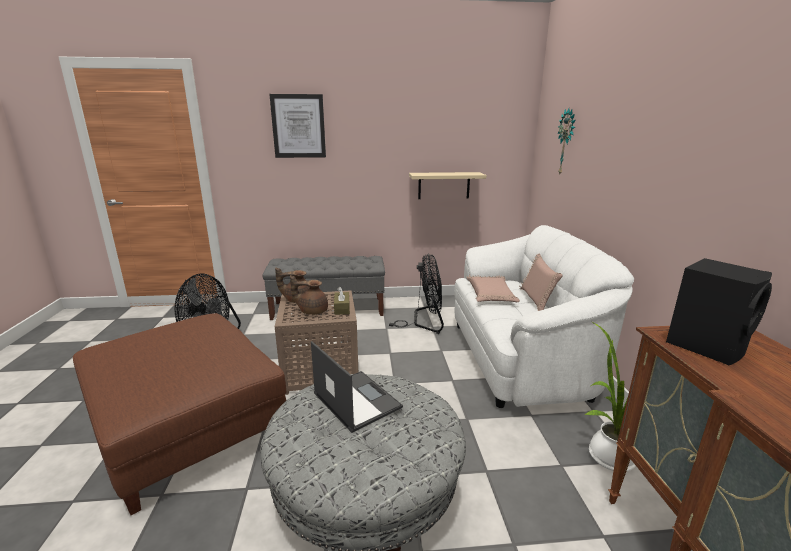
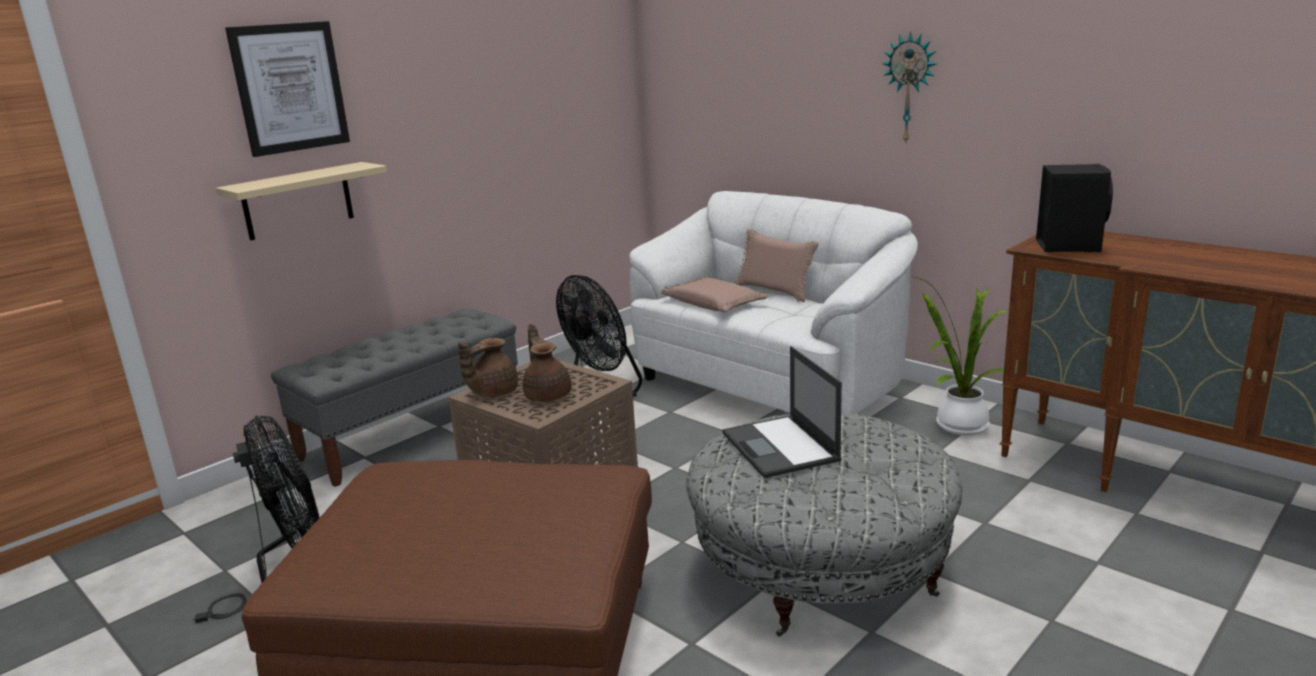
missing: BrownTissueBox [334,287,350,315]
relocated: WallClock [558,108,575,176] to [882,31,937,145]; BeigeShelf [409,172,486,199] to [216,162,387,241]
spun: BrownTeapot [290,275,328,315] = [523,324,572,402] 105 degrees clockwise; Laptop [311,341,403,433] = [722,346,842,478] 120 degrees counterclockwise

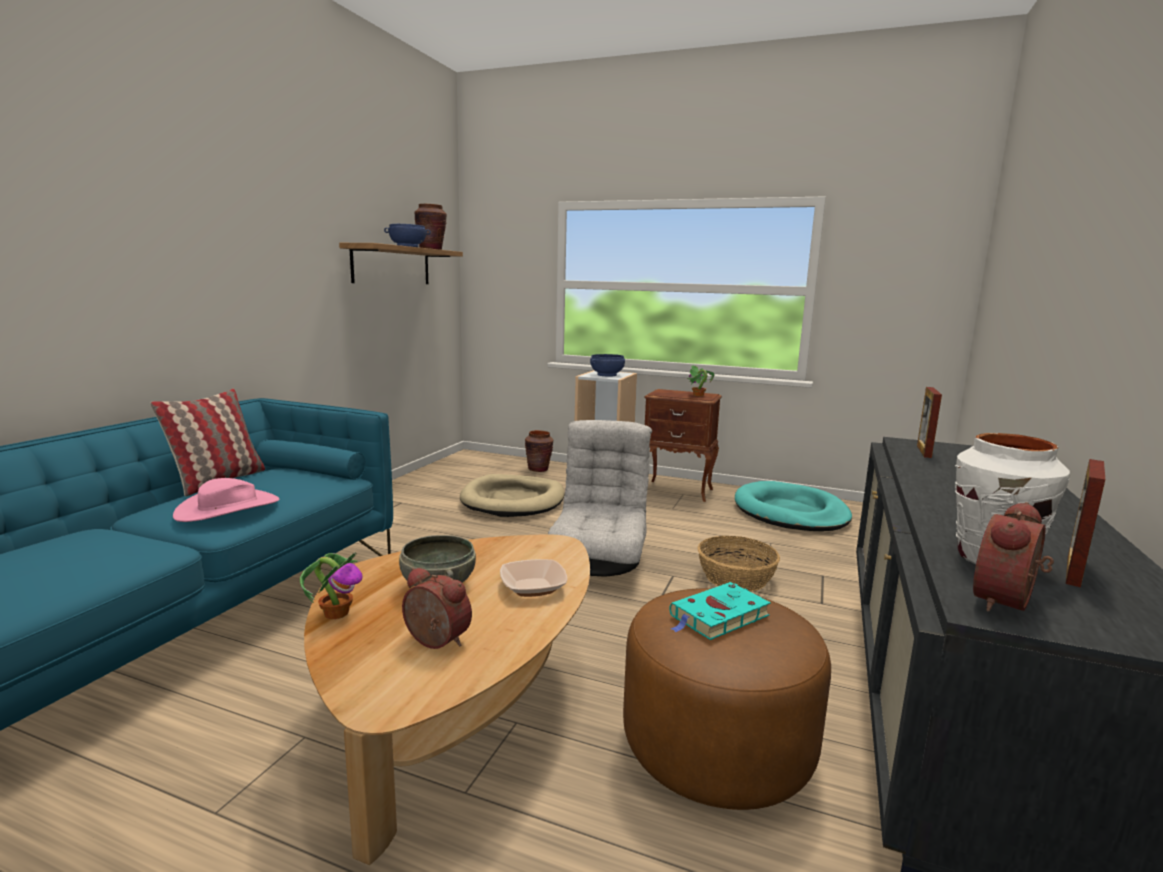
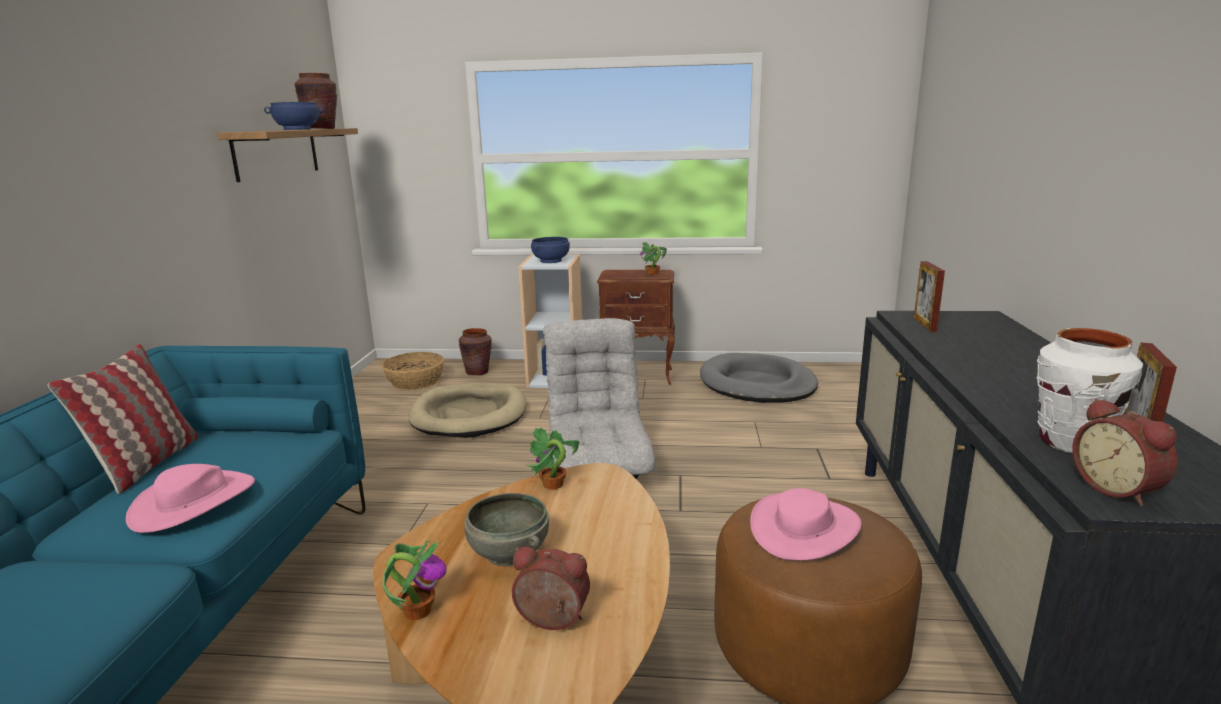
missing: Bowl [500,559,567,597]
appeared: PottedPlant [525,427,579,490]
relocated: Basket [697,536,780,592] to [382,352,444,390]
exchanged: TurquoiseBook [669,582,771,640] to PinkHat [750,488,861,561]
colour: TurquoiseDogBed [735,481,852,531] to GreyDogBed [700,353,818,403]
spun: AlarmClock [973,502,1054,612] = [1072,398,1177,506] 45 degrees counterclockwise

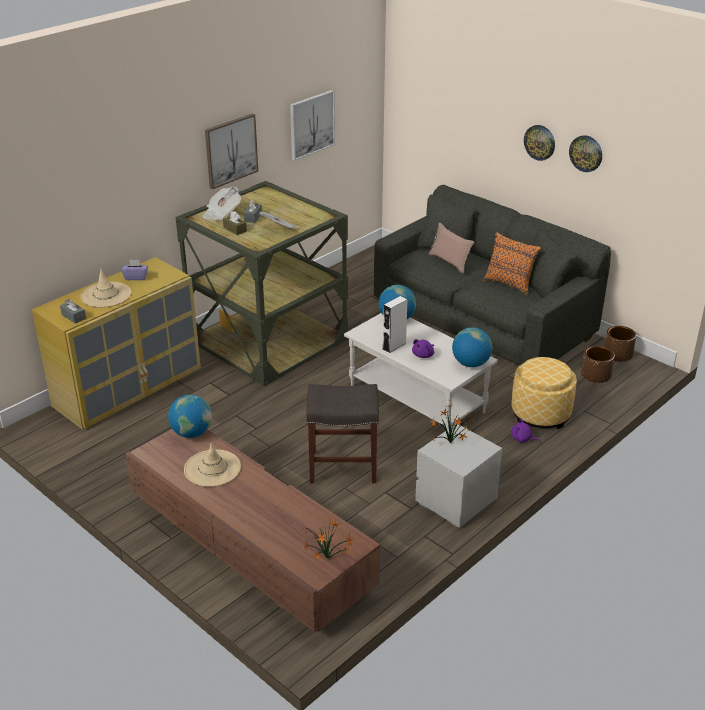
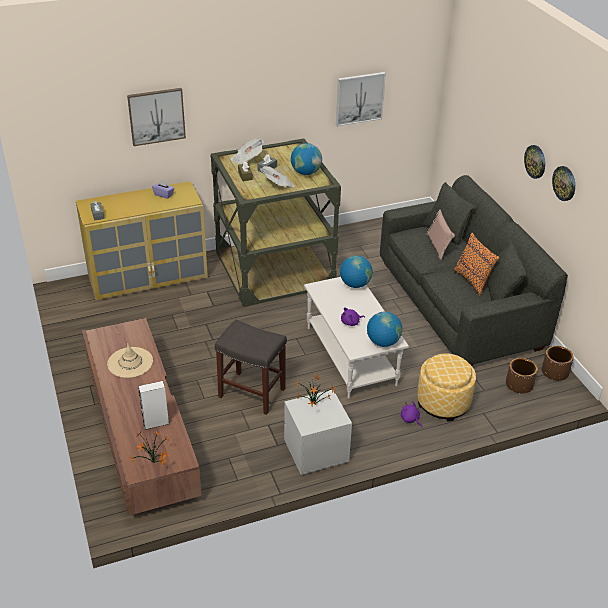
missing: BeigeHat [81,269,131,307]
relocated: Picture [205,114,258,189] to [127,88,186,146]; WhiteSpeaker [383,296,408,353] to [138,381,169,430]; Globe [168,395,212,438] to [291,143,322,175]

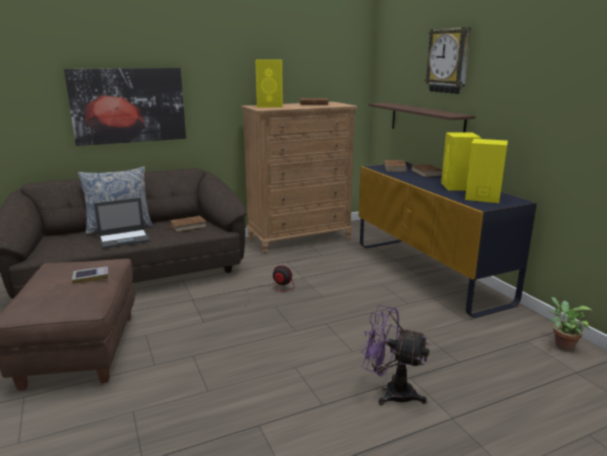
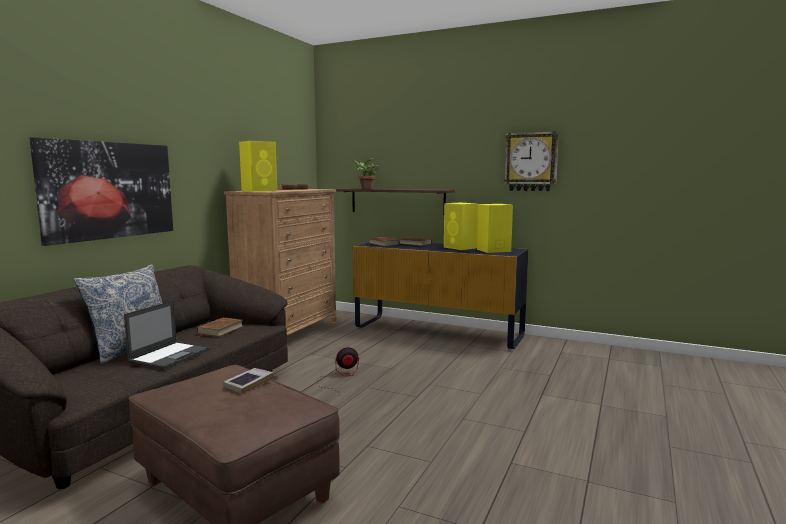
missing: PurpleFan [361,305,430,405]
relocated: WallClock [425,27,471,94] to [504,131,559,191]; PottedPlant [549,297,593,351] to [353,158,379,189]

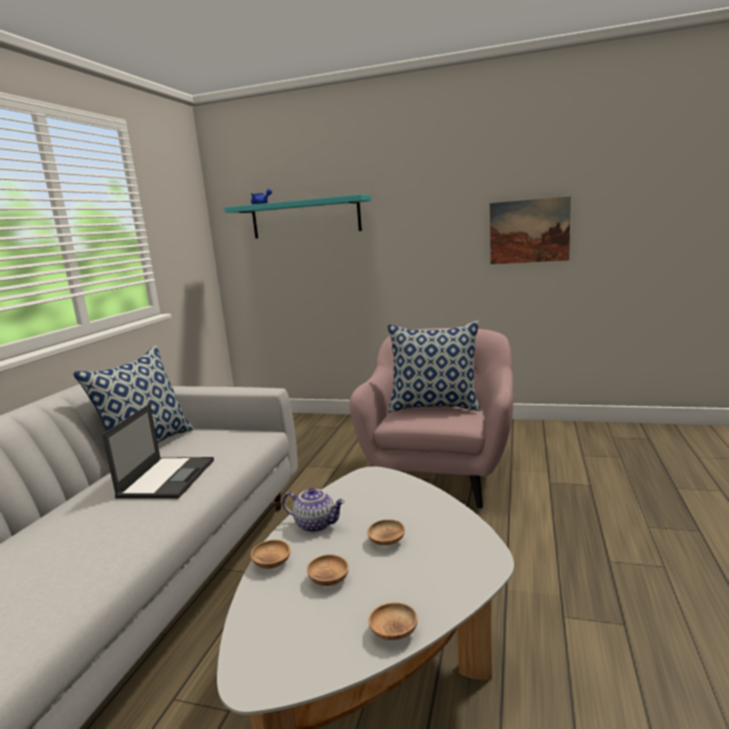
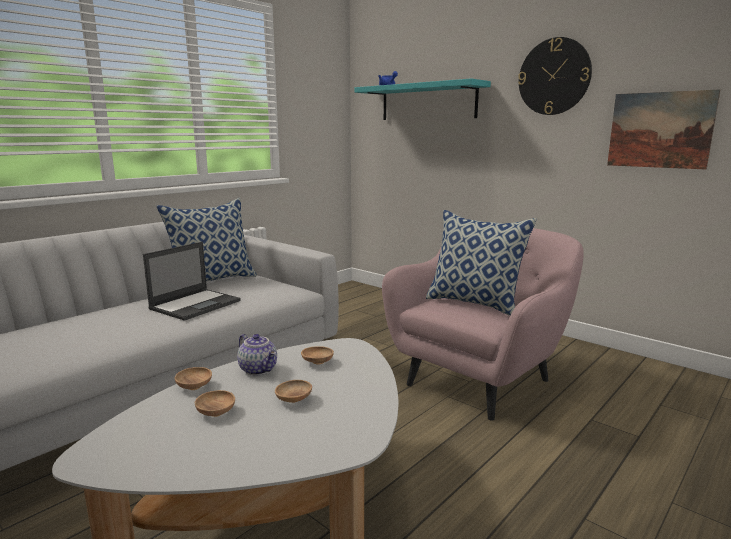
appeared: WallClock [518,37,592,115]
relocated: BrownBowl [368,602,418,640] to [301,346,334,364]

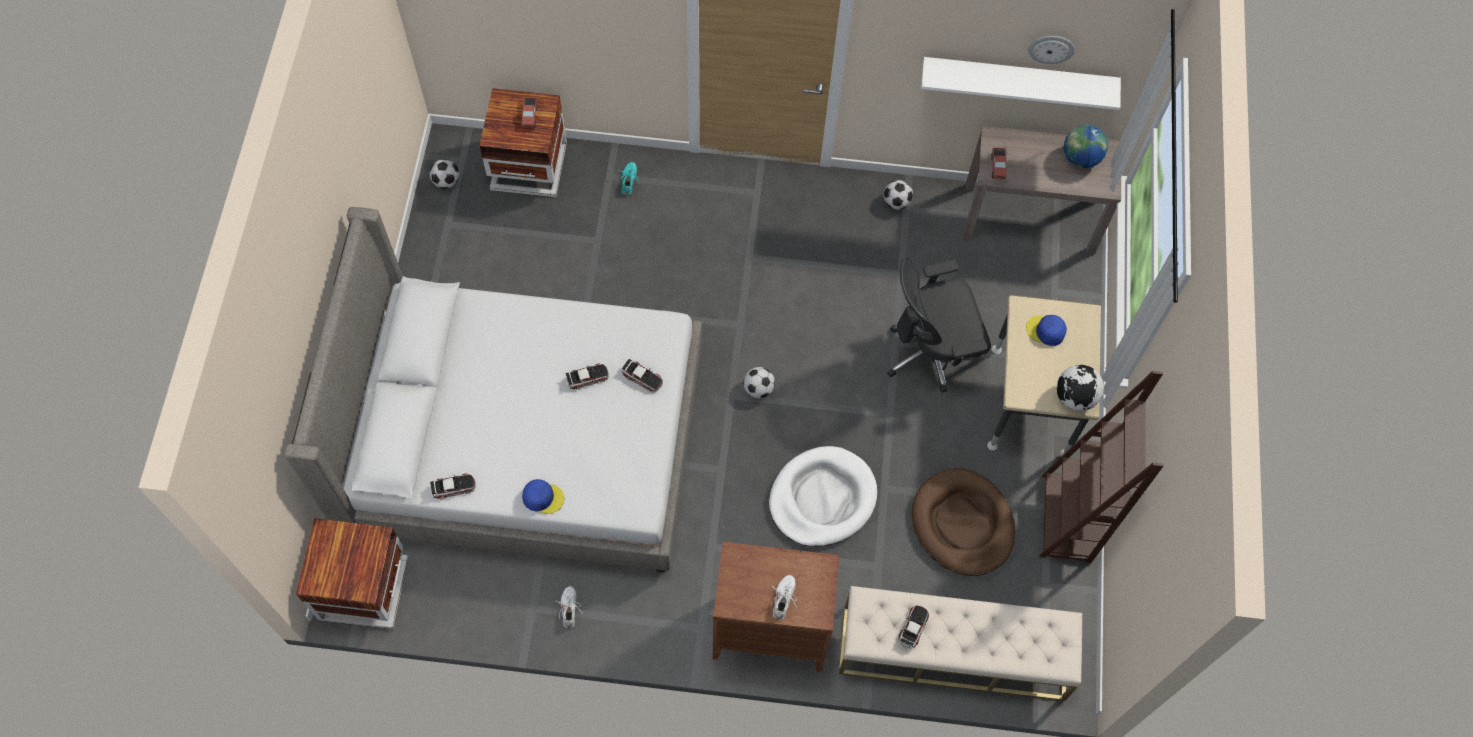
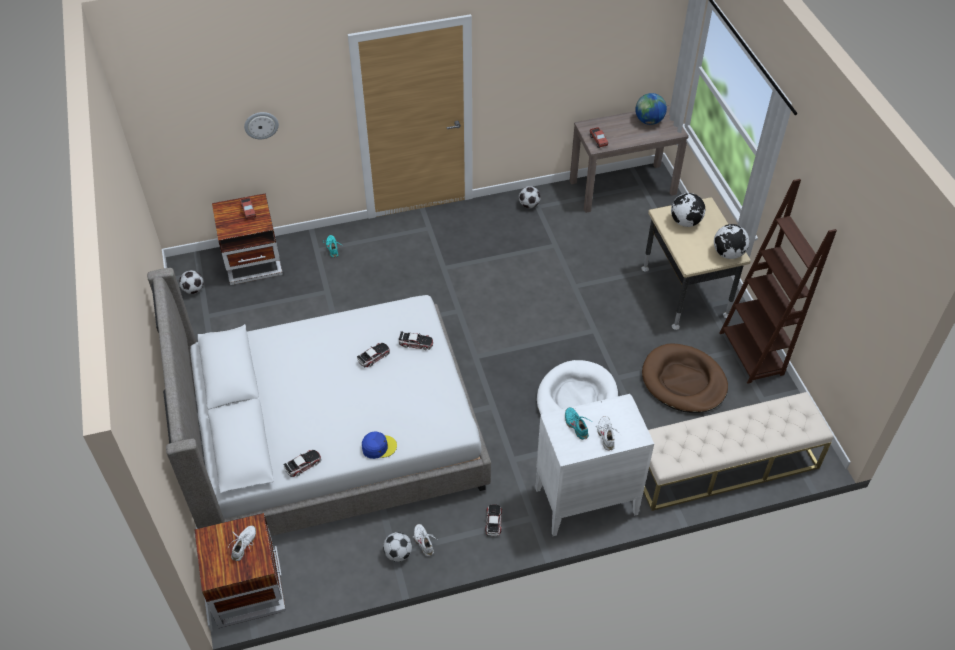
missing: WhiteShelf [921,57,1121,110]; OfficeChair [887,258,991,393]
appeared: TurquoiseShoe [565,407,589,440]; WhiteShoe [229,525,256,561]
relocated: WallClock [1028,36,1075,64] to [244,112,279,139]; Football [744,367,775,398] to [383,532,412,562]; ToyCar [898,606,929,649] to [485,504,502,536]
exchanged: BlueCap [1026,315,1067,346] to Globe [671,193,705,227]
colour: BrownDresser [713,542,839,672] to WhiteDresser [535,394,654,536]

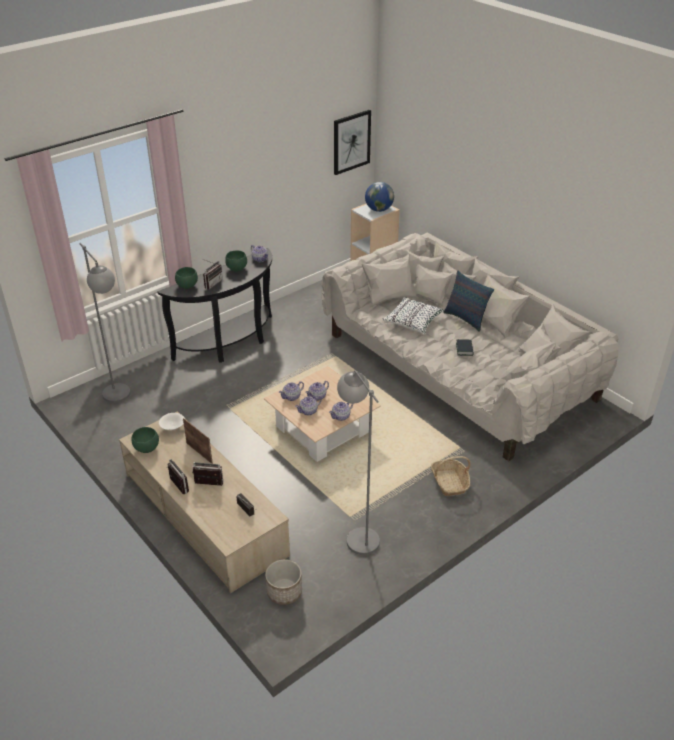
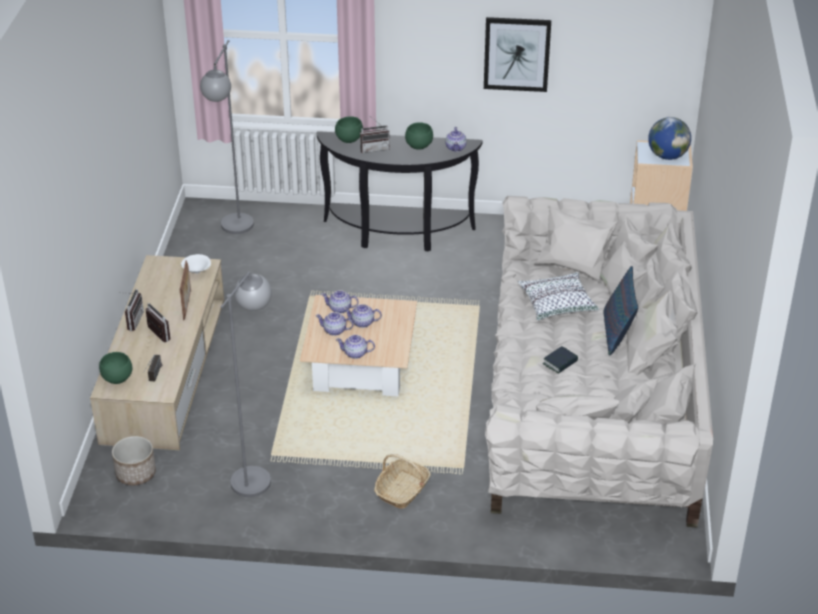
relocated: Picture [334,110,371,175] to [484,17,551,92]; GreenBowl [131,427,159,453] to [99,352,132,384]

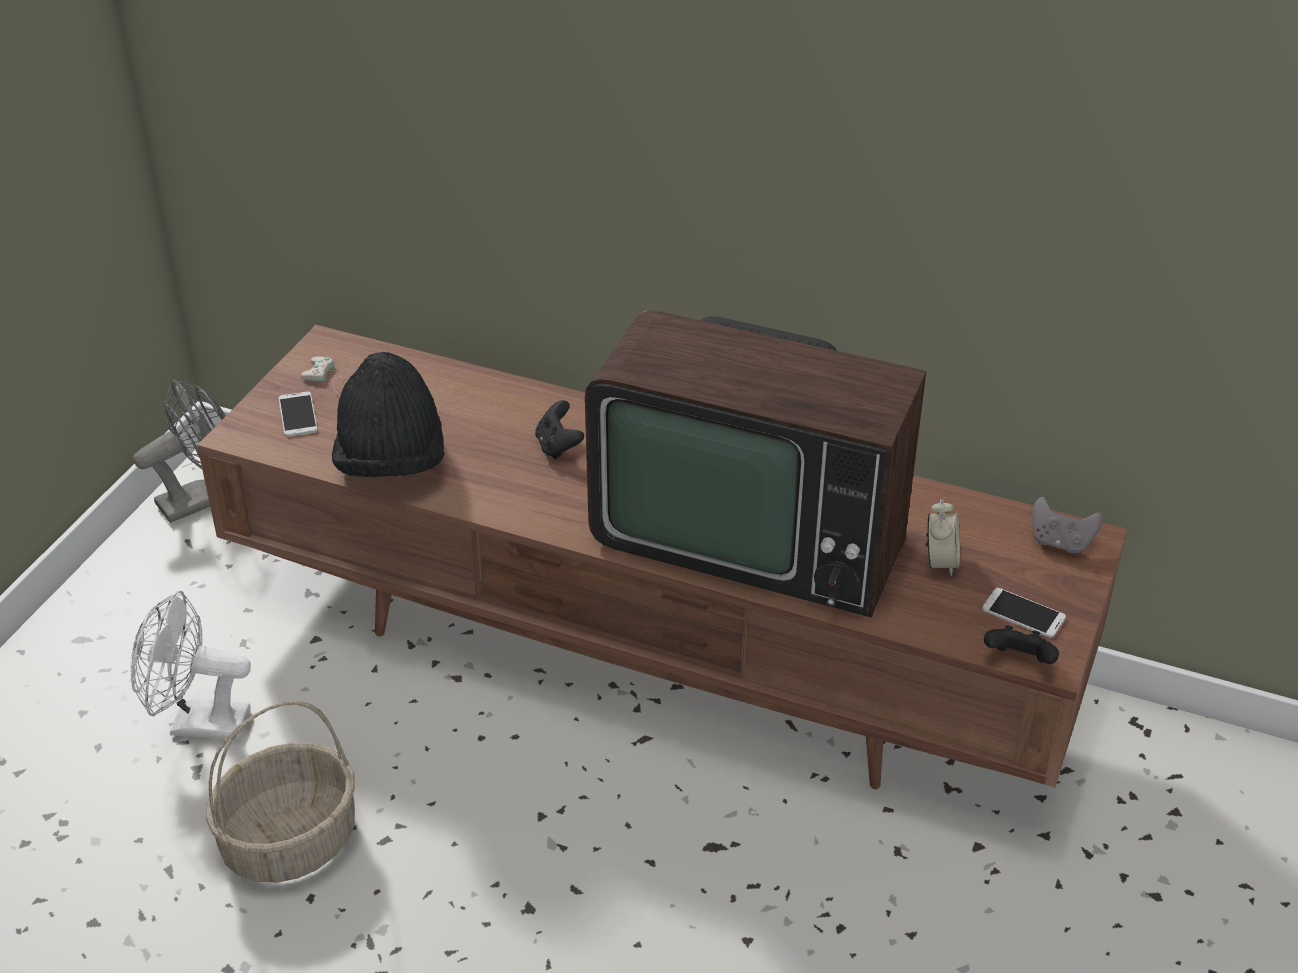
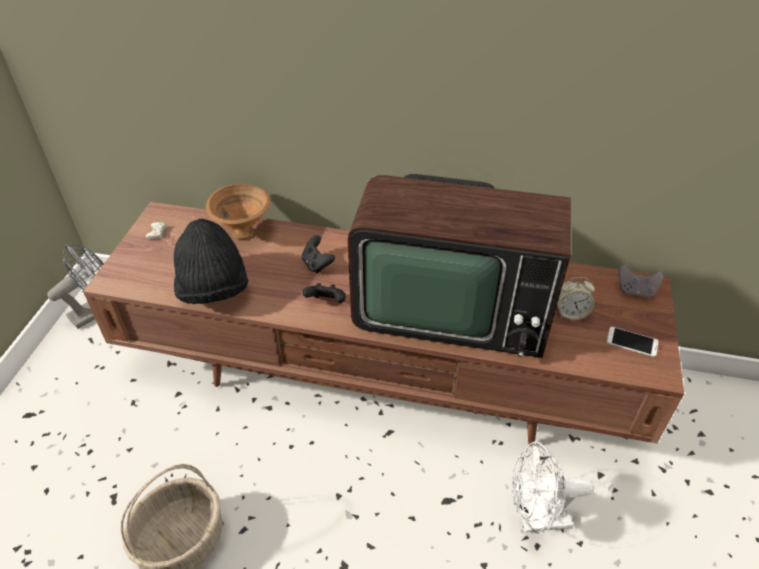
missing: Phone [279,391,318,437]
appeared: BrownBowl [206,184,271,239]
relocated: WhiteFan [130,591,251,740] to [512,441,593,534]; BlackGameController [984,625,1059,664] to [303,283,346,303]
spun: AlarmClock [926,499,960,576] = [557,277,595,320] 90 degrees clockwise

